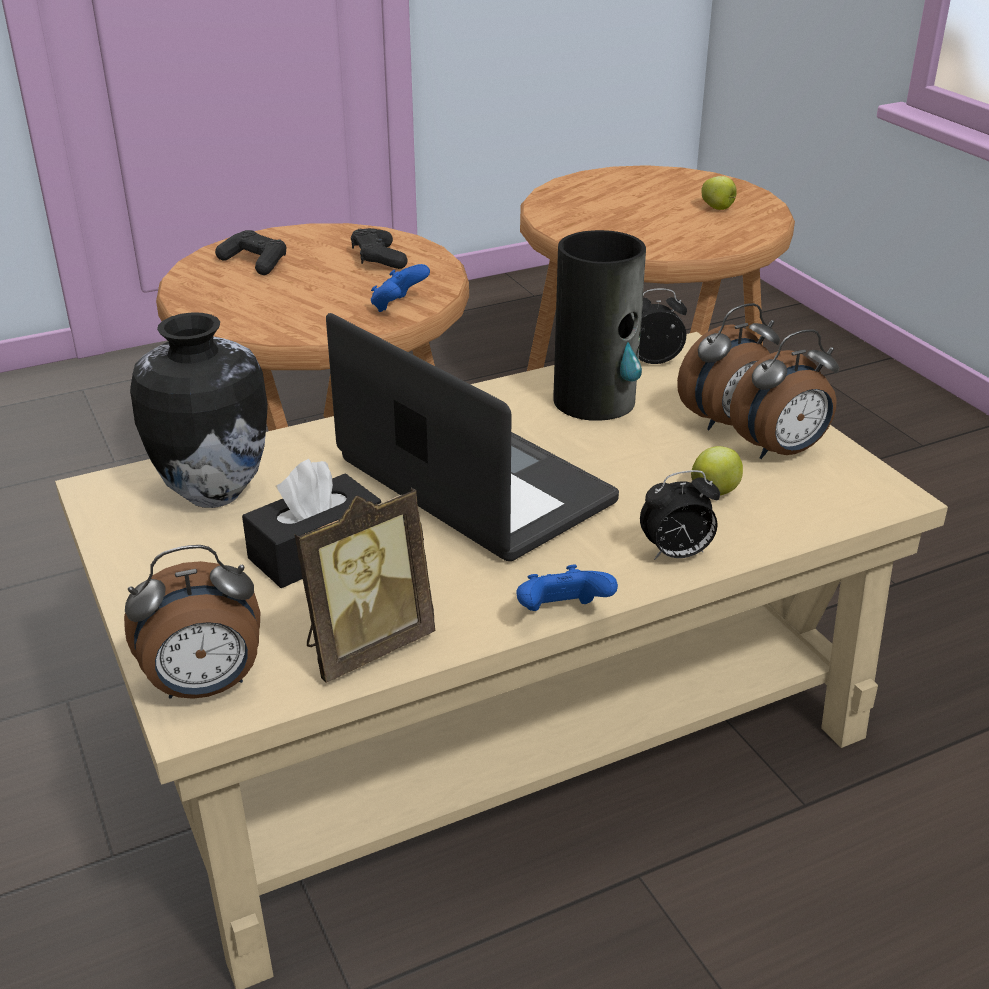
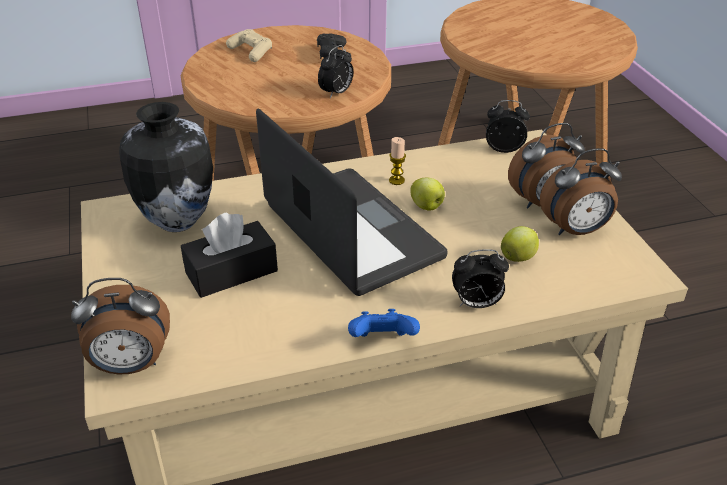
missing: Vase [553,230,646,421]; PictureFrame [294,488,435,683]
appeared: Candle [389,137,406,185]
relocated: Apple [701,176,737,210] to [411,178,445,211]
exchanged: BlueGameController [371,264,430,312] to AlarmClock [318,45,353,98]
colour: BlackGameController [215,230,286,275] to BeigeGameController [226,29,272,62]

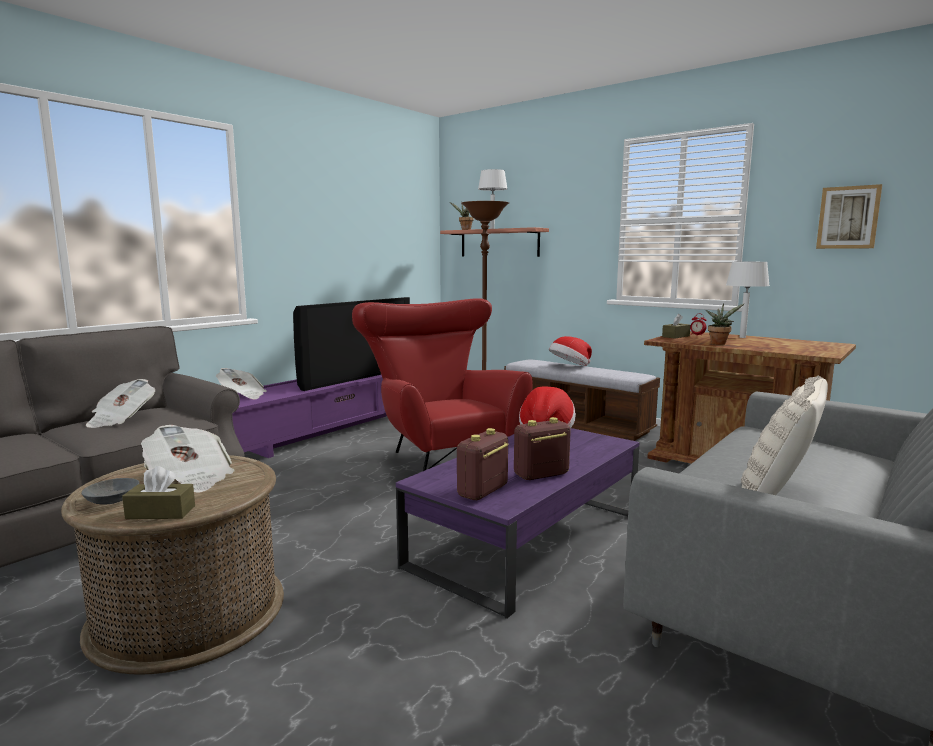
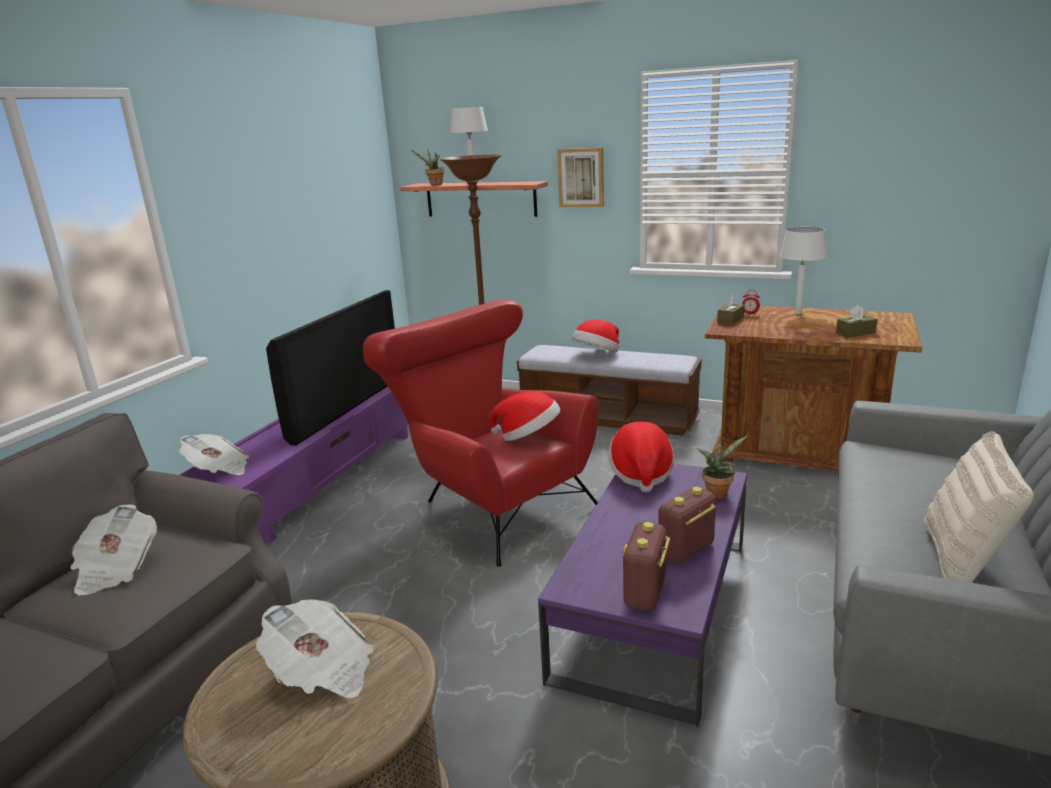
missing: GreyBowl [82,478,139,504]
appeared: Hat [489,391,560,441]
relocated: Picture [816,184,882,249] to [557,148,604,207]; PottedPlant [706,303,744,345] to [696,436,747,499]; BrownTissueBox [122,466,195,519] to [836,305,878,338]

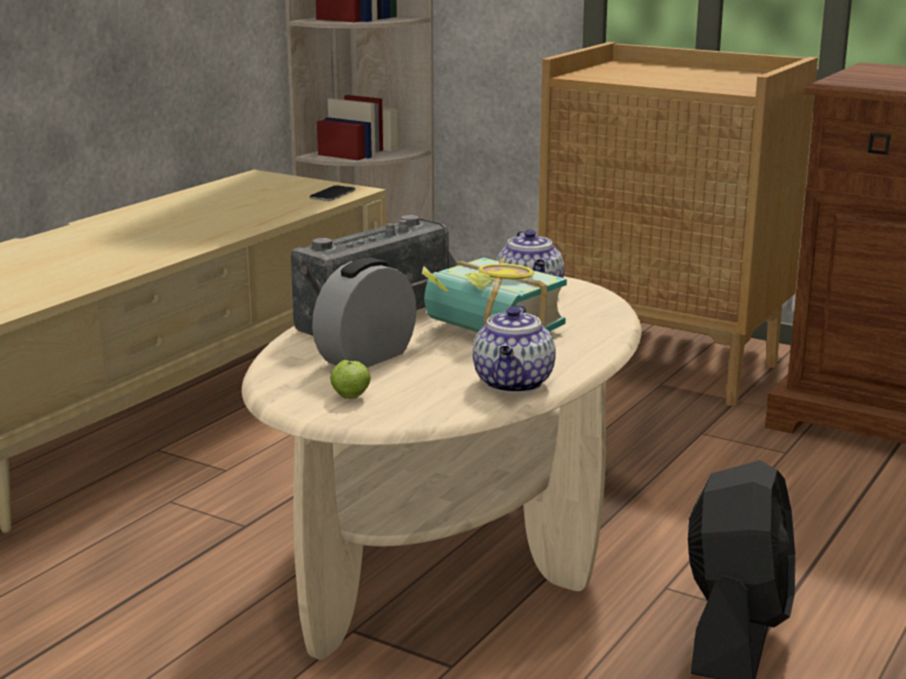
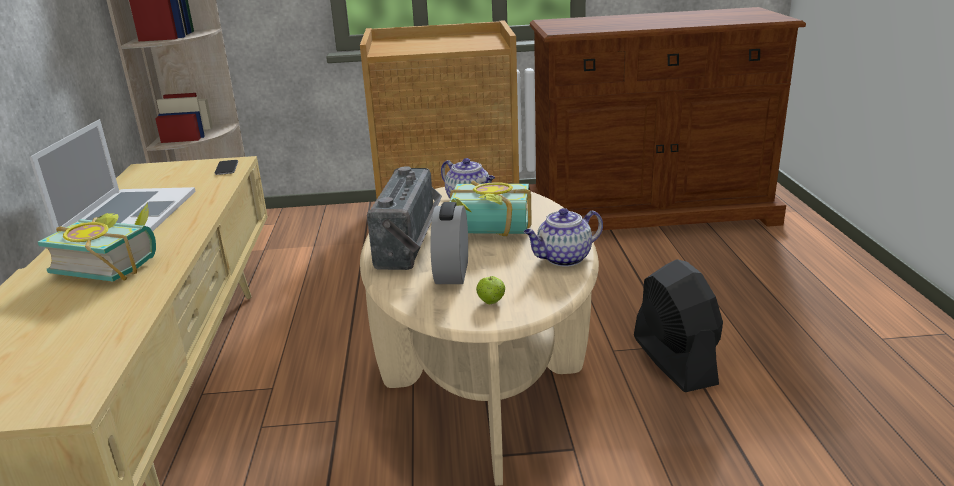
appeared: Laptop [29,119,196,234]; Book [38,202,156,282]
spun: Teapot [472,305,556,393] = [524,208,603,267] 90 degrees clockwise

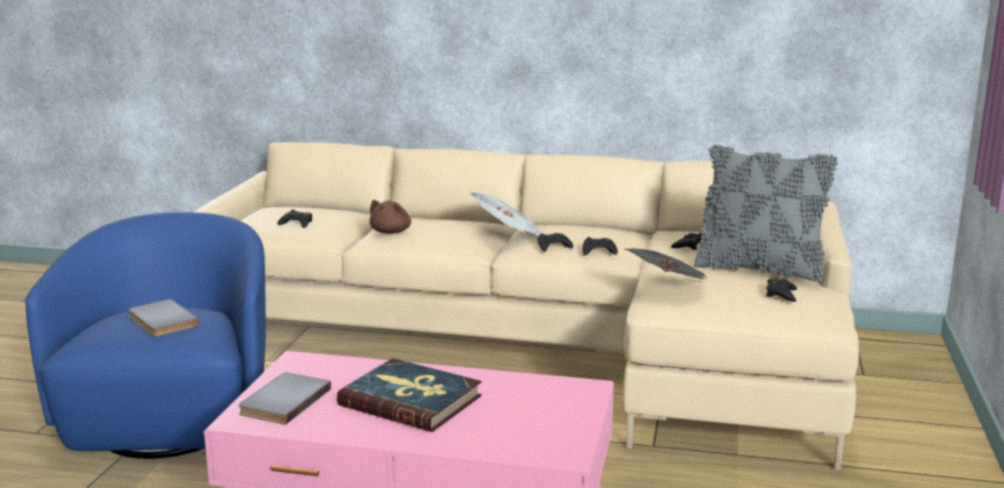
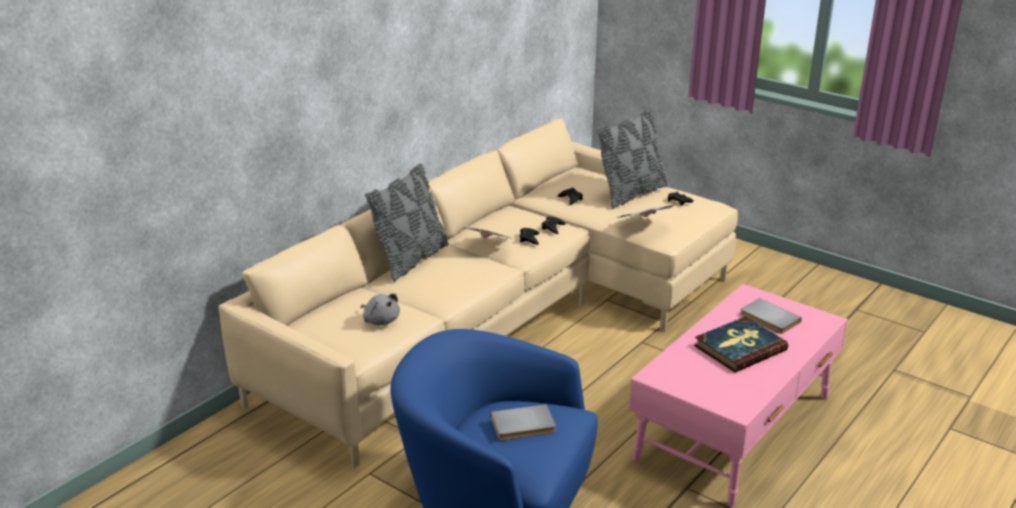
missing: BrownPlushToy [369,200,411,234]
appeared: GreyPillow [365,163,448,282]
relocated: GreyBook [239,372,331,425] to [740,298,802,334]
exchanged: BlackGameController [277,210,312,228] to GreyPlushToy [361,293,400,325]

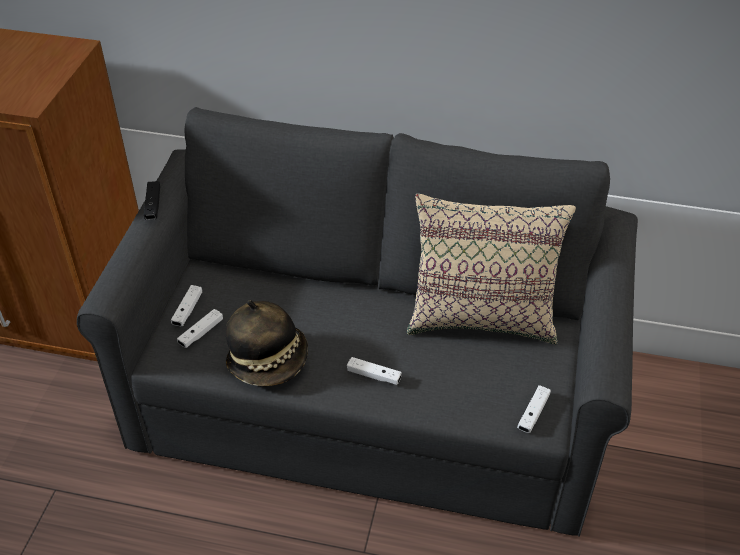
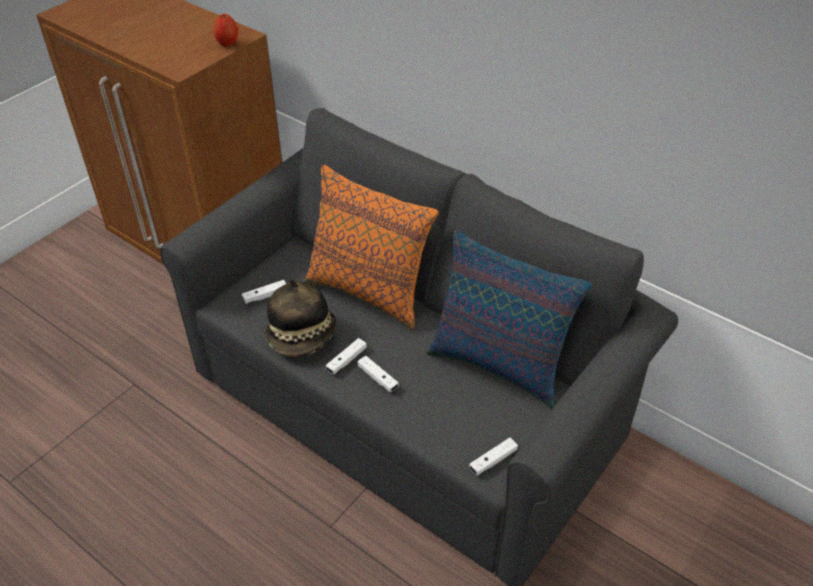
missing: BlackGameController [144,181,160,220]
appeared: Apple [214,14,238,47]; OrangePillow [304,164,439,330]
relocated: WhiteGameController [171,285,202,326] to [326,338,367,374]
colour: BeigePillow [407,194,576,345] to BluePillow [427,230,592,409]

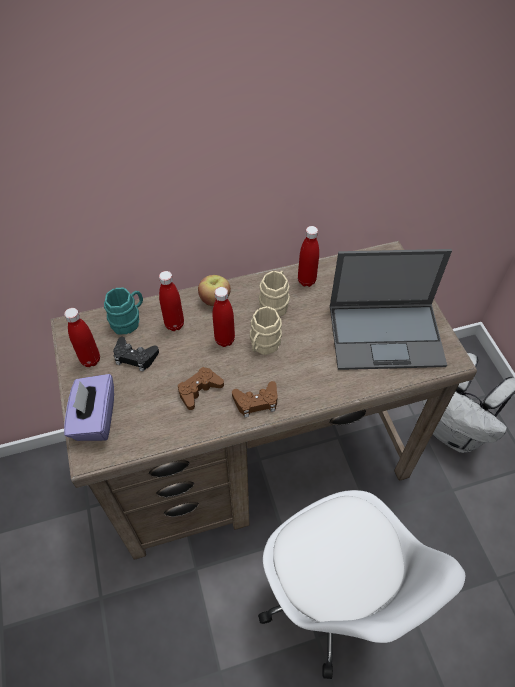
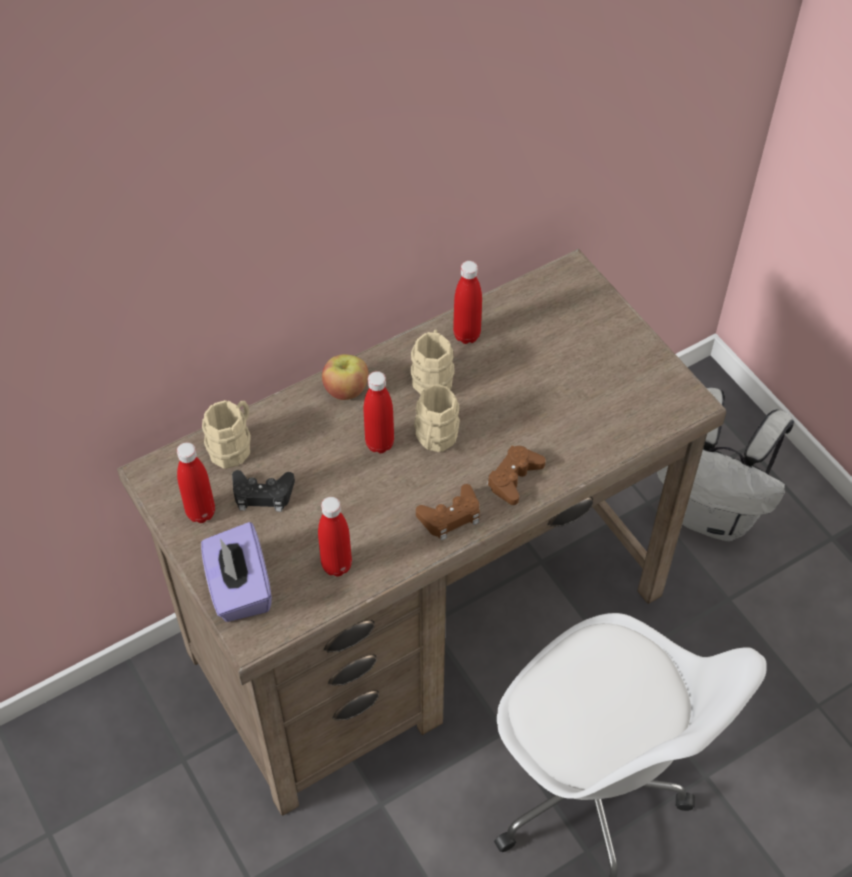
missing: Laptop [330,249,452,370]
relocated: RedBottle [159,271,184,331] to [318,497,352,577]; BrownGameController [178,367,224,410] to [487,446,546,505]
colour: TurquoiseMug [104,287,143,335] to BeigeMug [202,400,251,469]

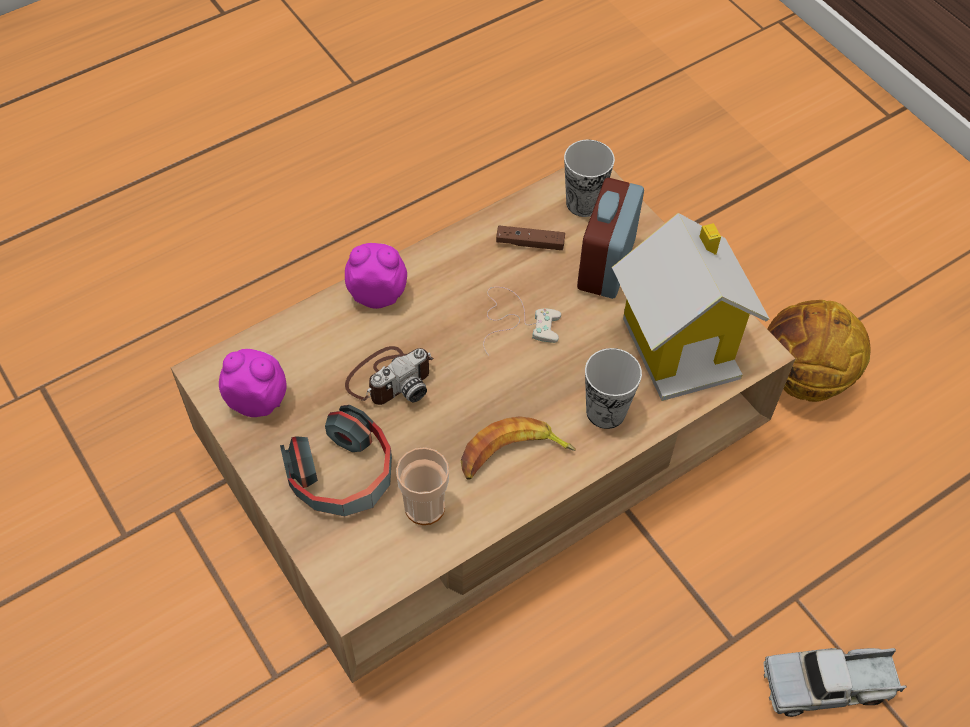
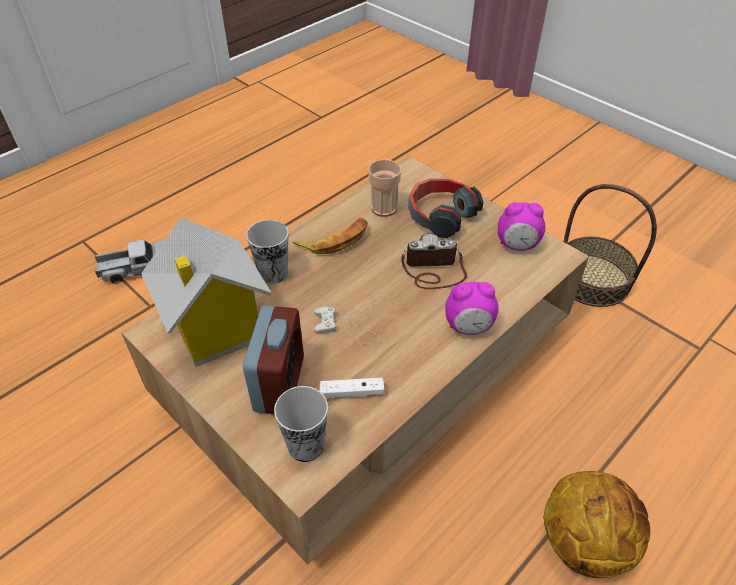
appeared: Basket [563,184,657,307]
relocated: Basketball [767,300,871,402] to [543,471,650,578]
colour: BrownGameController [496,226,565,250] to WhiteGameController [320,378,384,398]
spun: PhotoCamera [345,346,433,405] = [401,233,467,289] 45 degrees clockwise

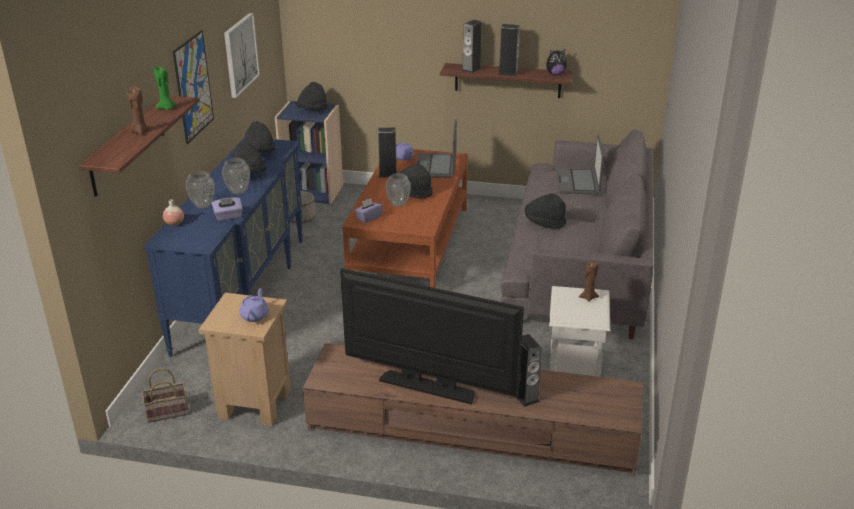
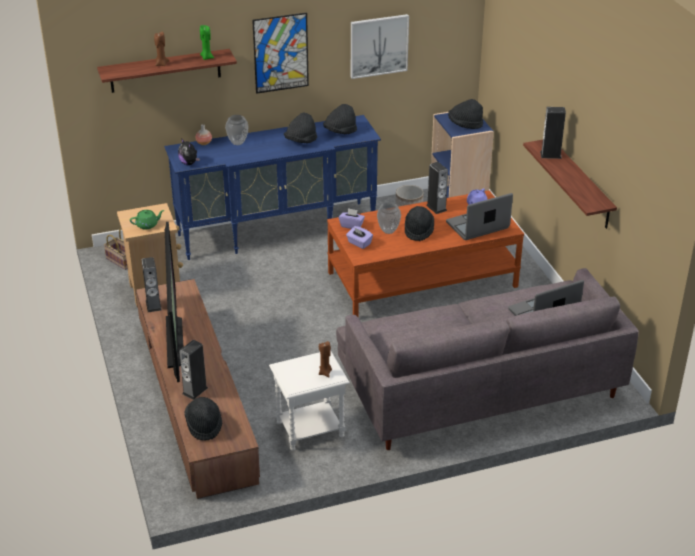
missing: Vase [222,158,250,195]
relocated: Speaker [498,24,520,76] to [142,257,162,312]; PlushToy [546,49,567,75] to [178,138,200,165]; BlackHat [525,193,566,229] to [185,397,222,441]; PurpleTissueBox [211,197,243,221] to [346,226,373,249]
colour: PurpleTeapot [240,288,269,322] to GreenTeapot [130,210,164,230]

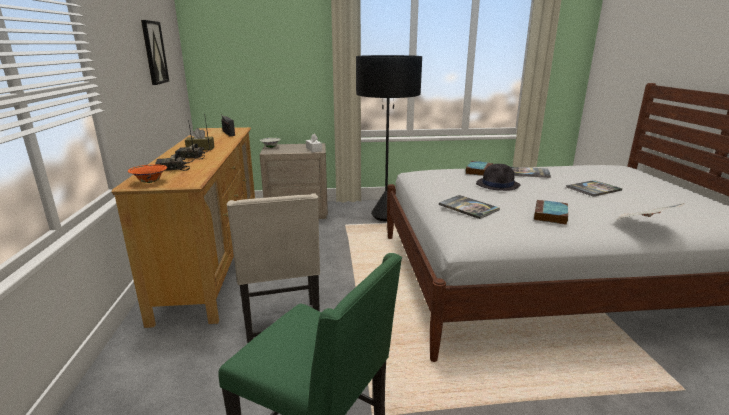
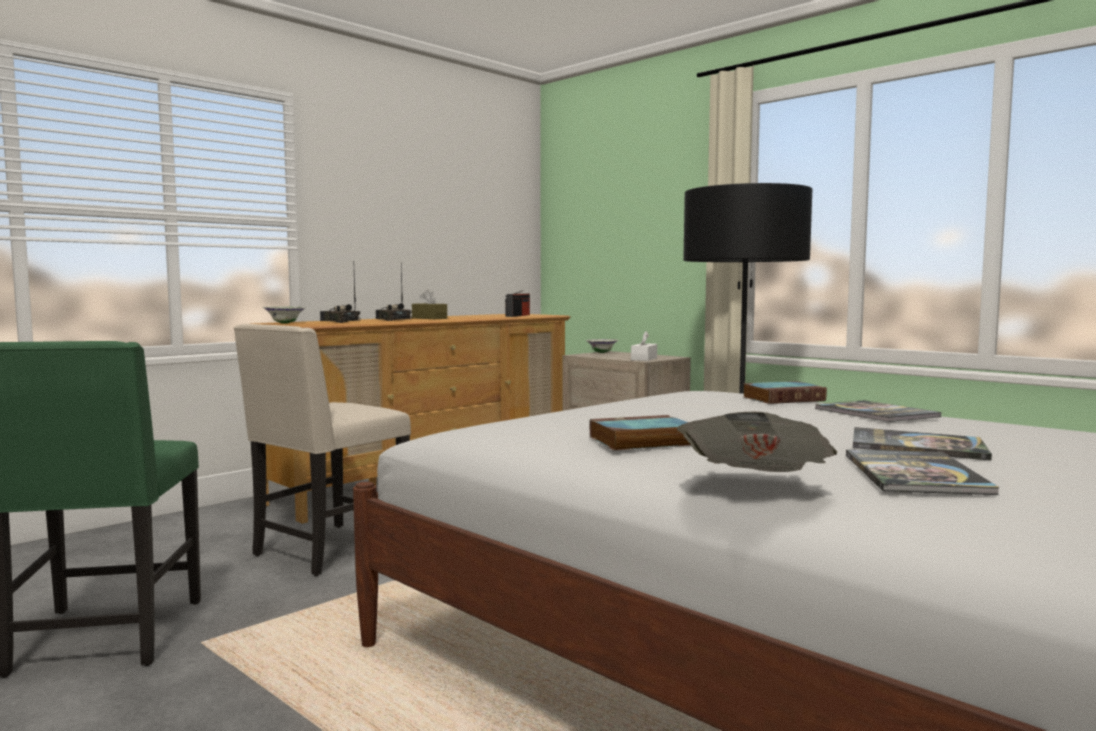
missing: Picture [141,20,169,85]; BlackHat [476,164,520,191]
relocated: Book [439,195,500,219] to [846,449,1000,495]
colour: OrangeBowl [128,164,167,183] to WhiteBowl [263,306,306,324]

